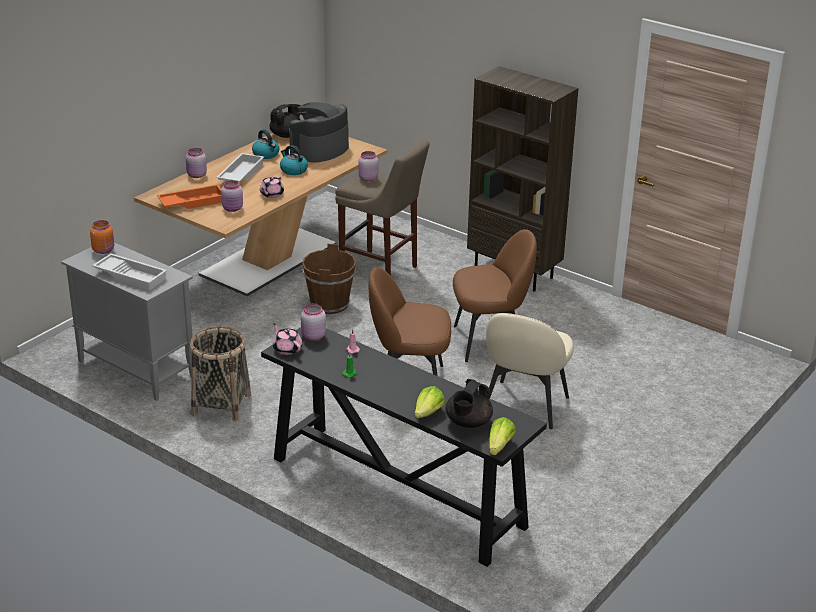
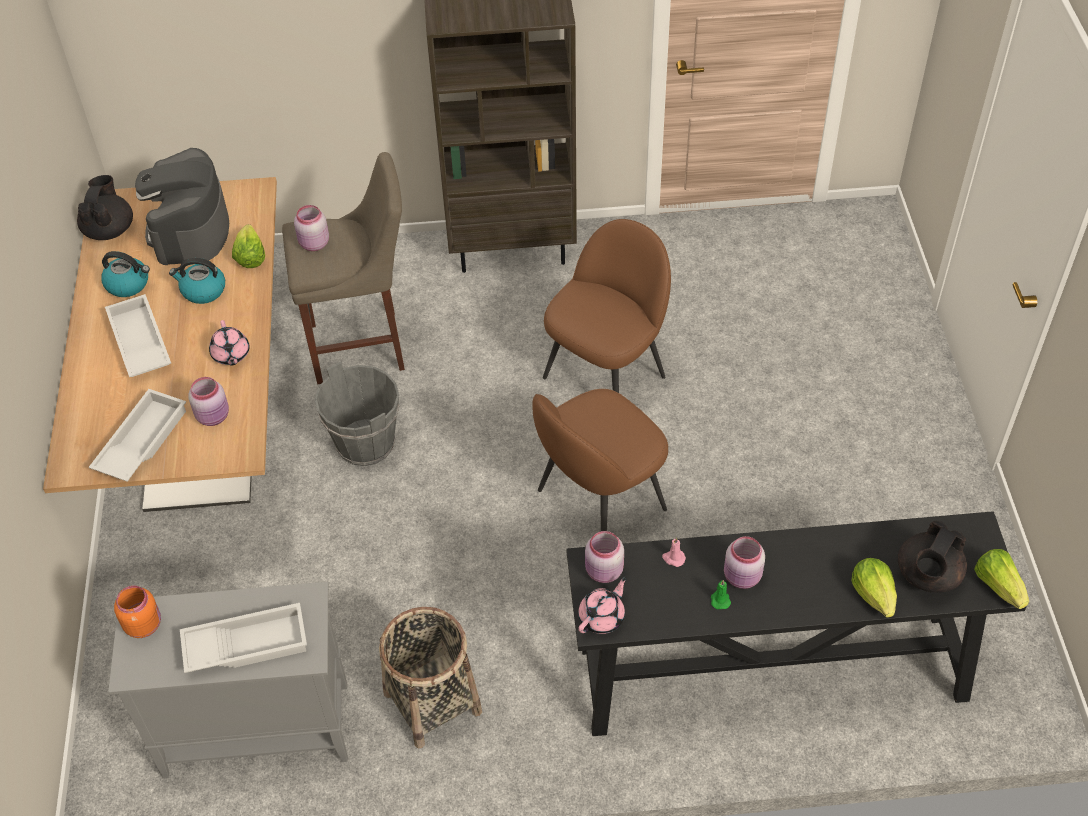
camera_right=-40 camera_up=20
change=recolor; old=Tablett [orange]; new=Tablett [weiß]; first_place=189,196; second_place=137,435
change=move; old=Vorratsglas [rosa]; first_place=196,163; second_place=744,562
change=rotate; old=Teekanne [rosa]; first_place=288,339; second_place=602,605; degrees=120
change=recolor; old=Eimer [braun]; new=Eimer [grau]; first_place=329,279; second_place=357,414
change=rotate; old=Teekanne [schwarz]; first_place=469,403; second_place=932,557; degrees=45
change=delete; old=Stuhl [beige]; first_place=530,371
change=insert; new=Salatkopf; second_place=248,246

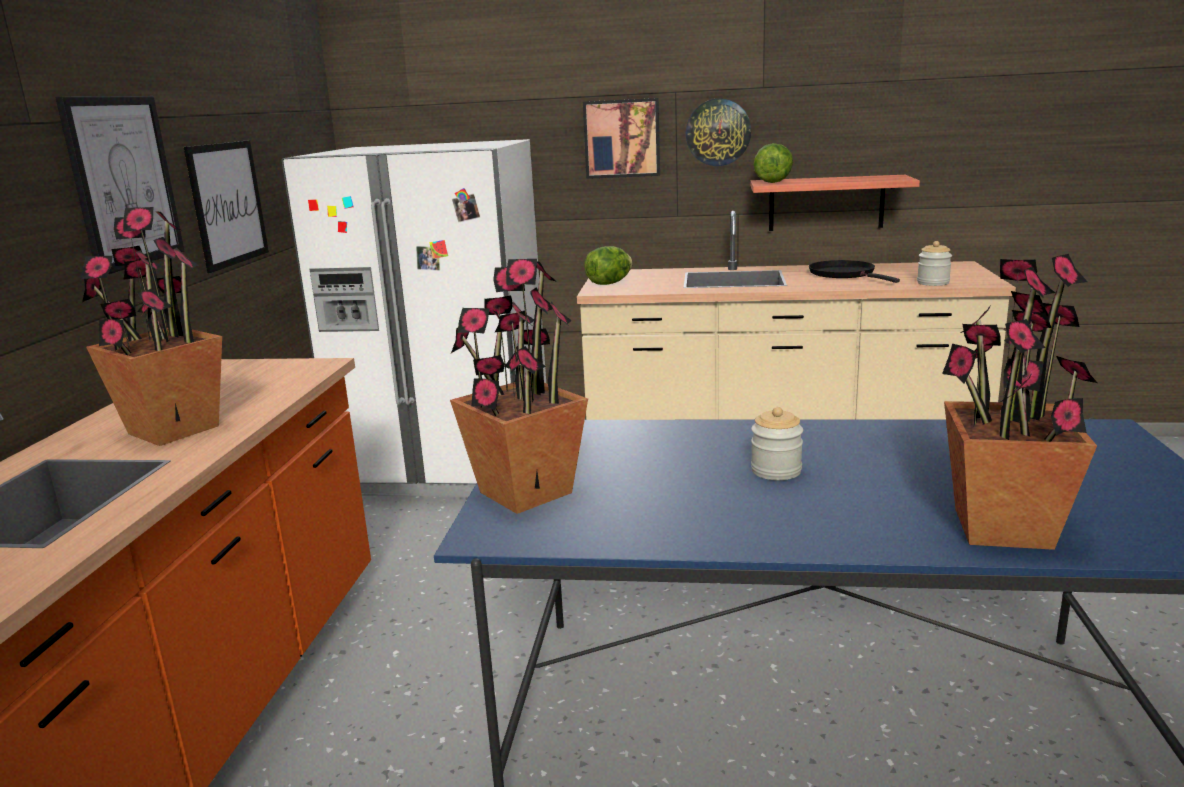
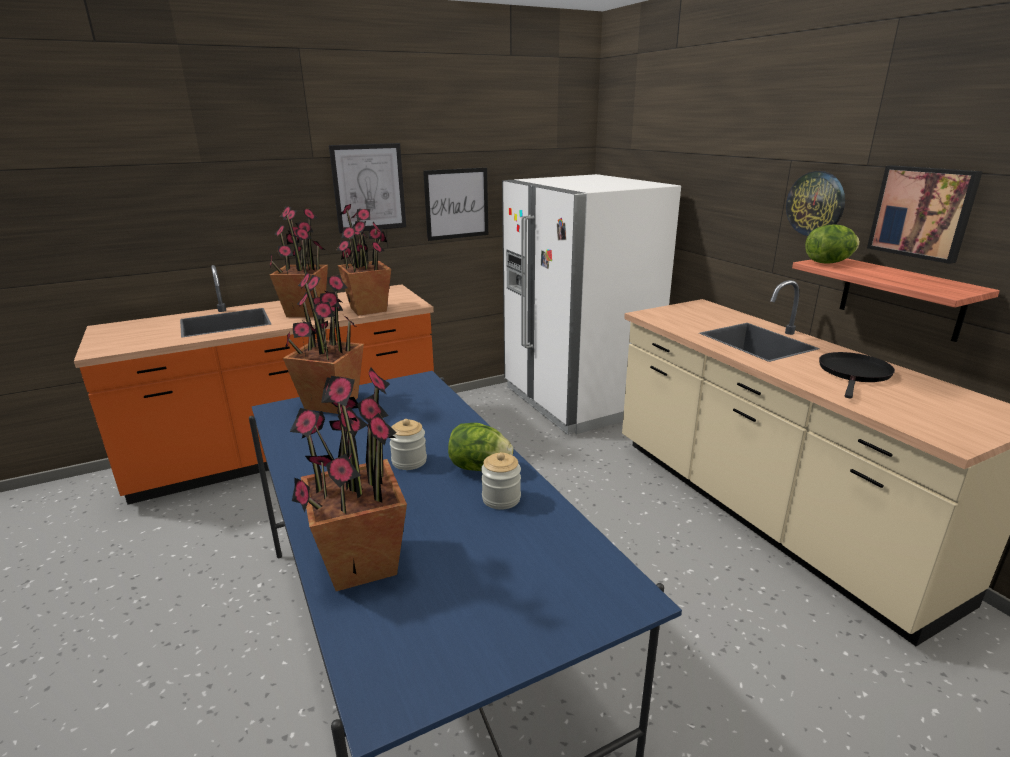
camera_right=55 camera_up=5
change=move; old=Bild; first_place=621,138; second_place=925,214
change=move; old=Salatkopf; first_place=608,265; second_place=480,447
change=move; old=Vorratsglas; first_place=934,263; second_place=501,481
change=insert; new=Topfpflanze; second_place=364,260

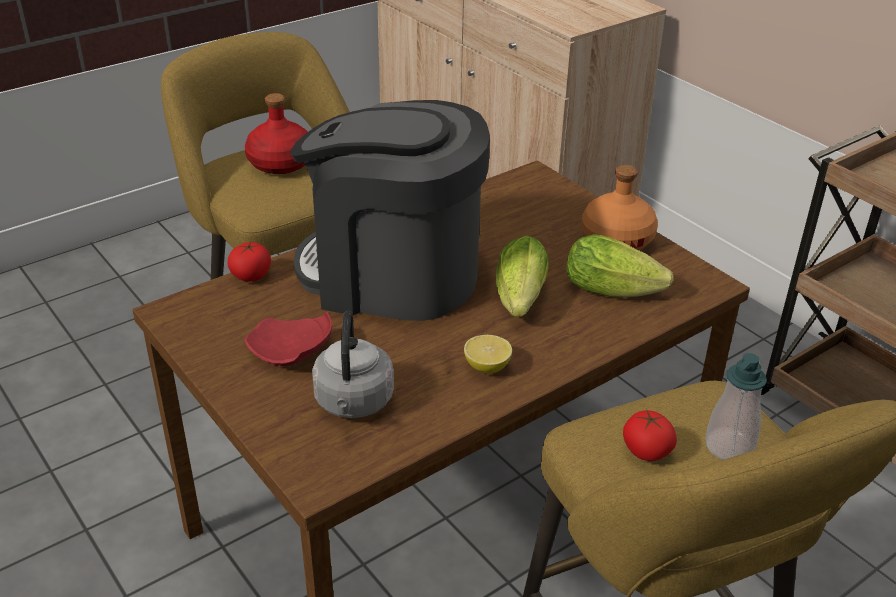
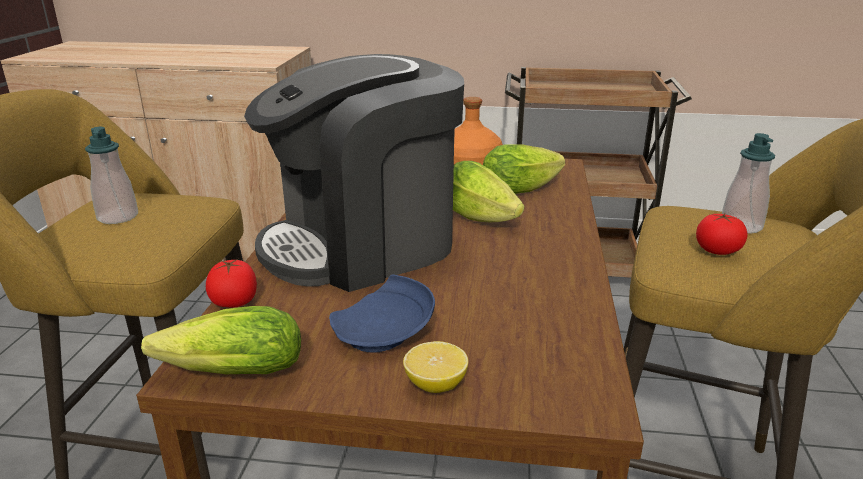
camera_right=-45 camera_up=-10
change=replace; old=Flasche [rot]; new=Seifenspender; first_place=276,133; second_place=111,175
change=recolor; old=Teller [rot]; new=Teller [blau]; first_place=288,339; second_place=382,313
change=delete; old=Wasserkessel [grau]; first_place=353,364
change=move; old=Zitrone; first_place=488,354; second_place=435,367
change=insert; new=Salatkopf; second_place=221,340

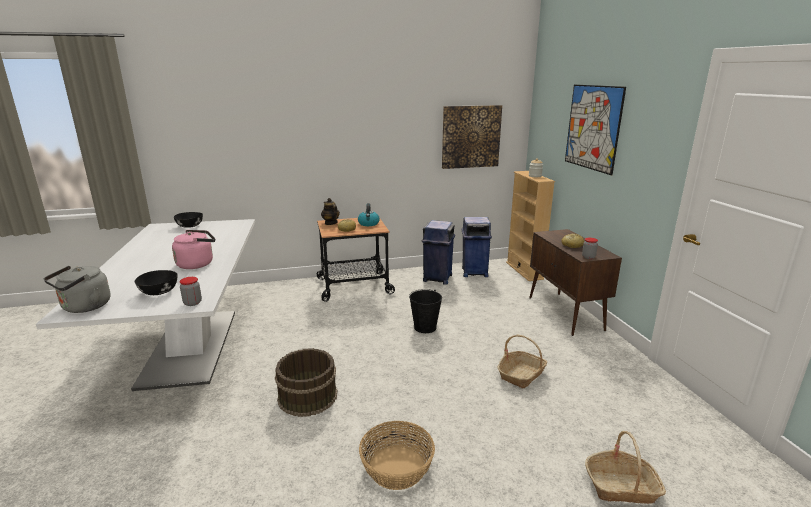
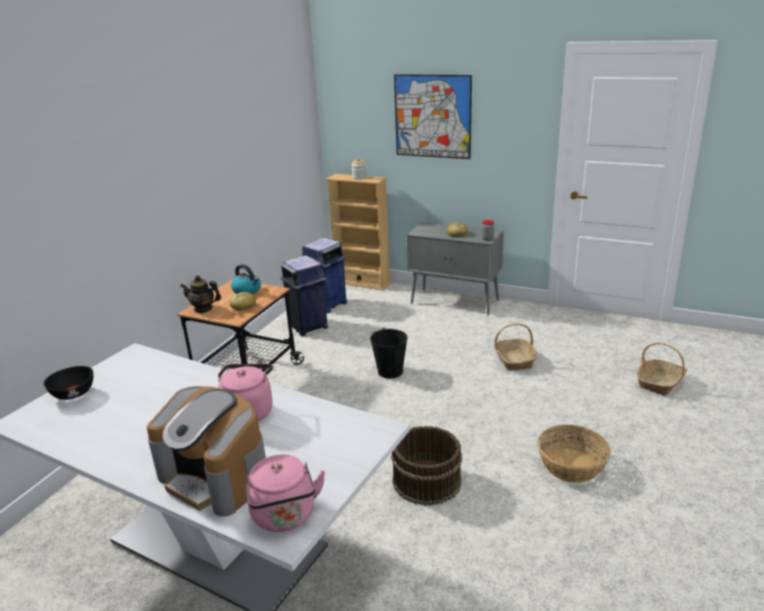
camera_right=-50 camera_up=5
change=recolor; old=Wasserkessel [grau]; new=Wasserkessel [rosa]; first_place=77,289; second_place=285,493
change=delete; old=Schüssel [schwarz]; first_place=156,282
change=delete; old=Vorratsglas; first_place=191,291
change=delete; old=Bild; first_place=472,137
change=recolor; old=Schrank [braun]; new=Schrank [grau]; first_place=575,282; second_place=455,269
change=insert; new=Kaffeemaschine; second_place=206,451

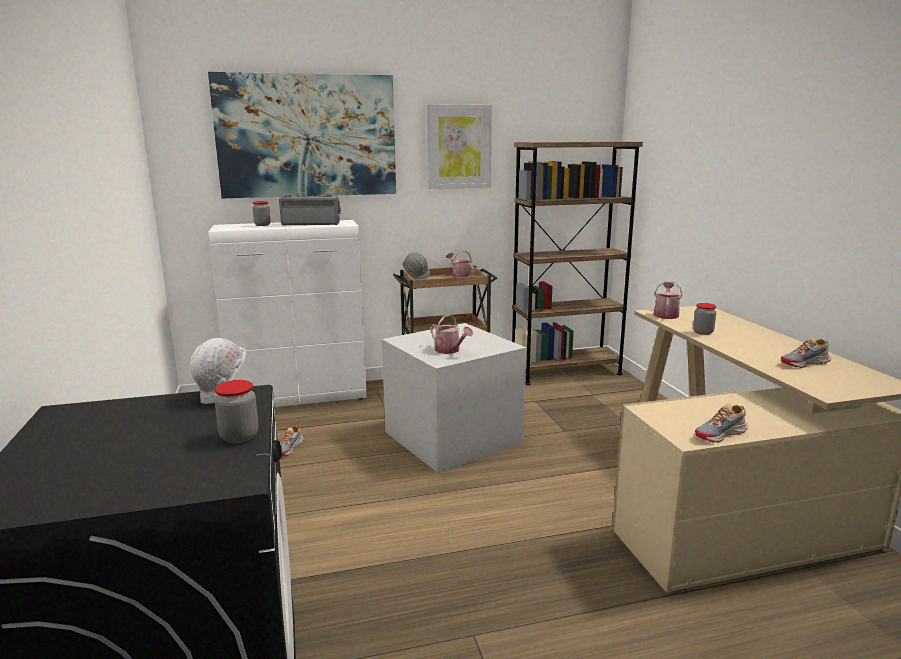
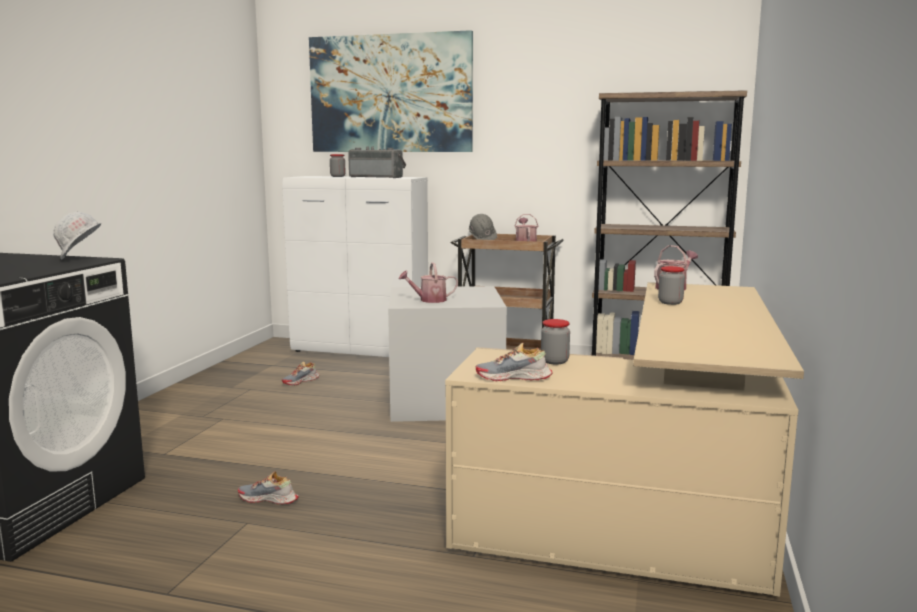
camera_right=30 camera_up=-5
change=move; old=Vorratsglas; first_place=236,411; second_place=555,342
change=delete; old=Bild; first_place=459,146
change=rotate; old=Gießkanne; first_place=451,334; second_place=428,282; degrees=90
change=move; old=Schuh; first_place=806,352; second_place=268,488

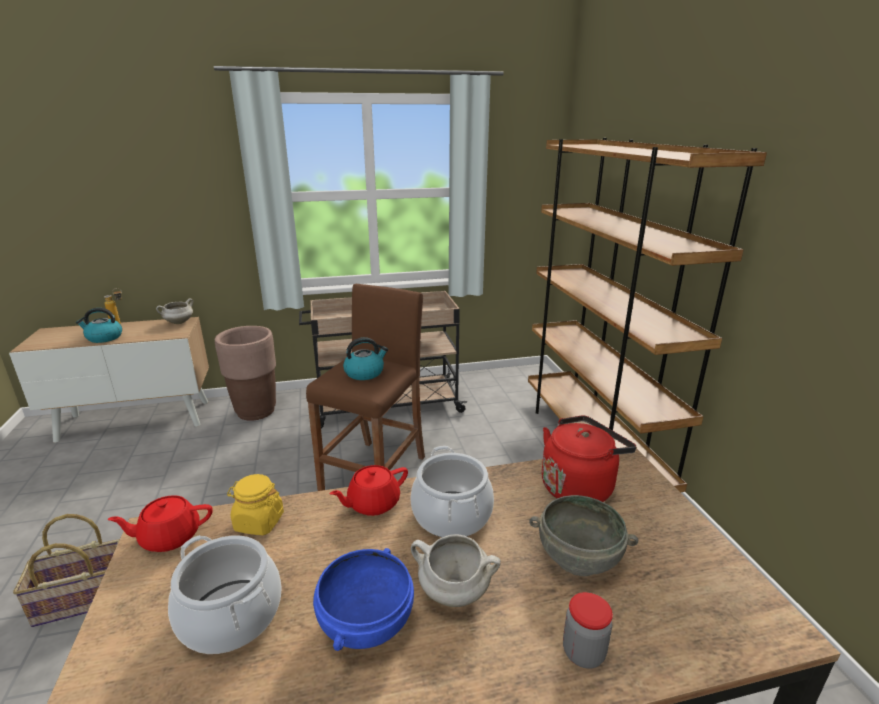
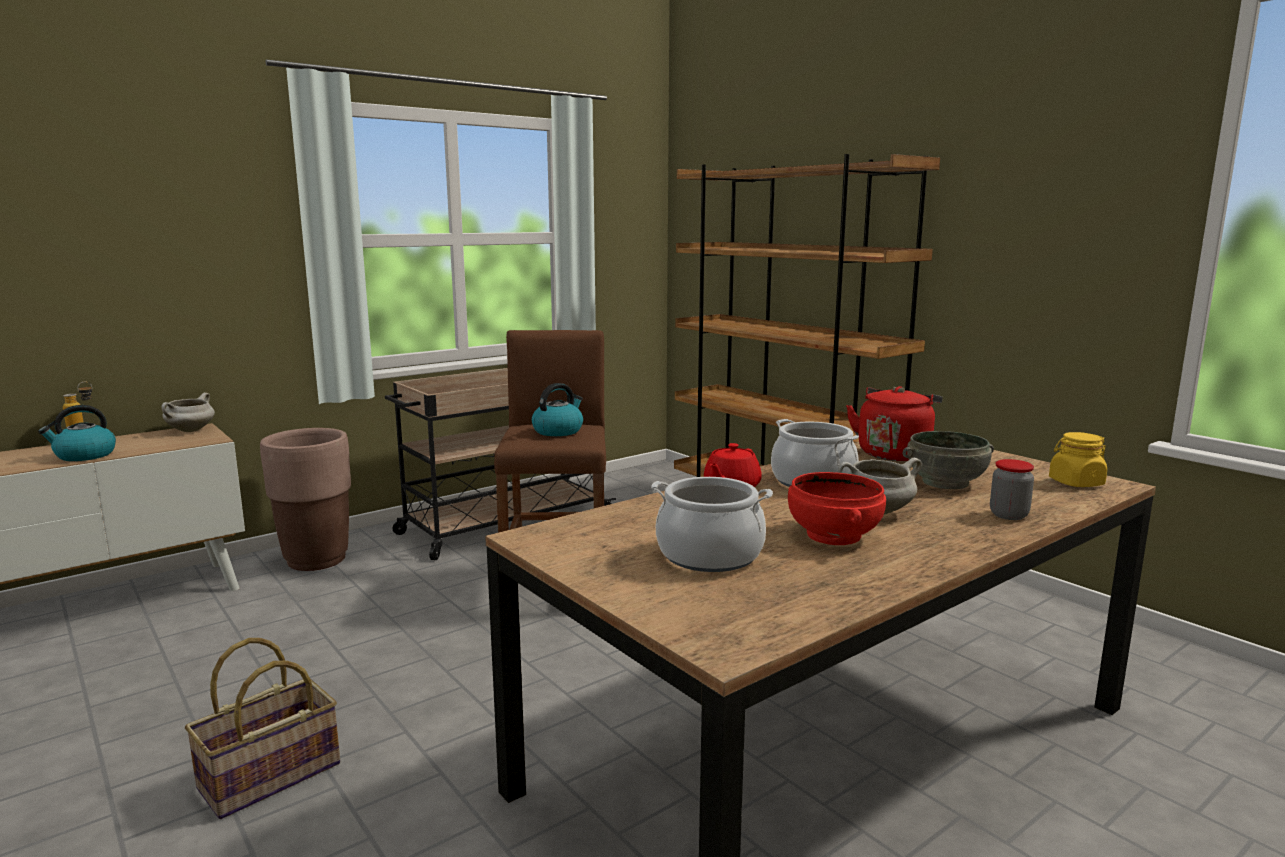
camera_right=-25 camera_up=-10
change=delete; old=Teekanne [rot]; first_place=160,523
change=move; old=Vorratsglas [gelb]; first_place=255,504; second_place=1078,459
change=recolor; old=Schüssel [blau]; new=Schüssel [rot]; first_place=363,599; second_place=837,508

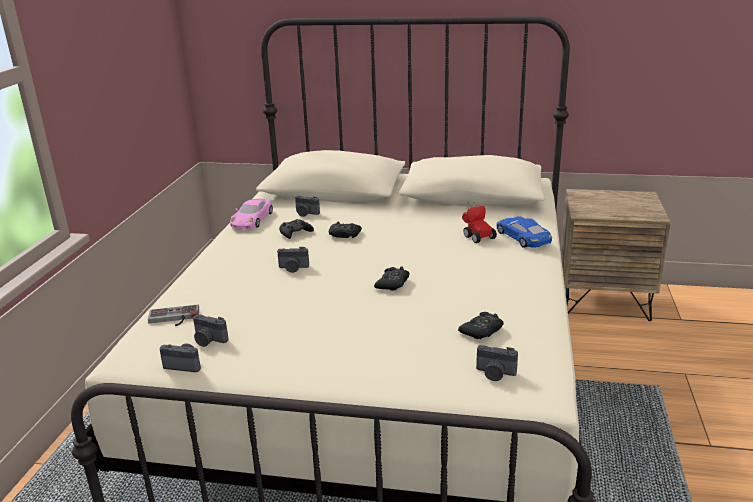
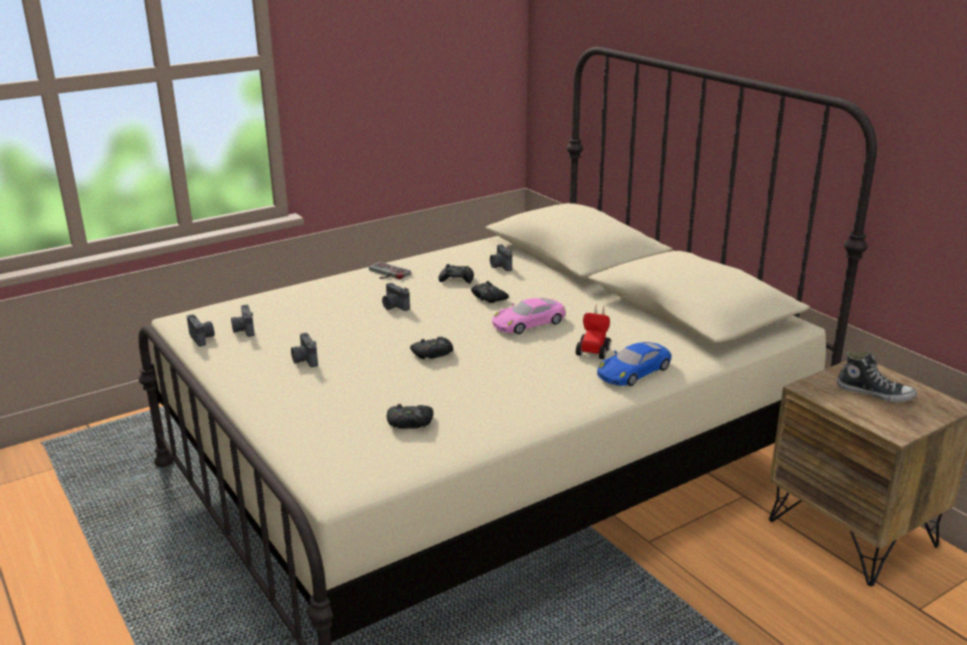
camera_right=45 camera_up=0
change=move; old=Gamepad; first_place=173,315; second_place=390,270
change=move; old=Spielzeugauto [rosa]; first_place=251,213; second_place=529,316
change=move; old=Kamera; first_place=497,363; second_place=304,350
change=rotate; old=Spielzeugauto [blau]; first_place=524,232; second_place=634,364; degrees=-150
change=insert; new=Schuh; second_place=877,377

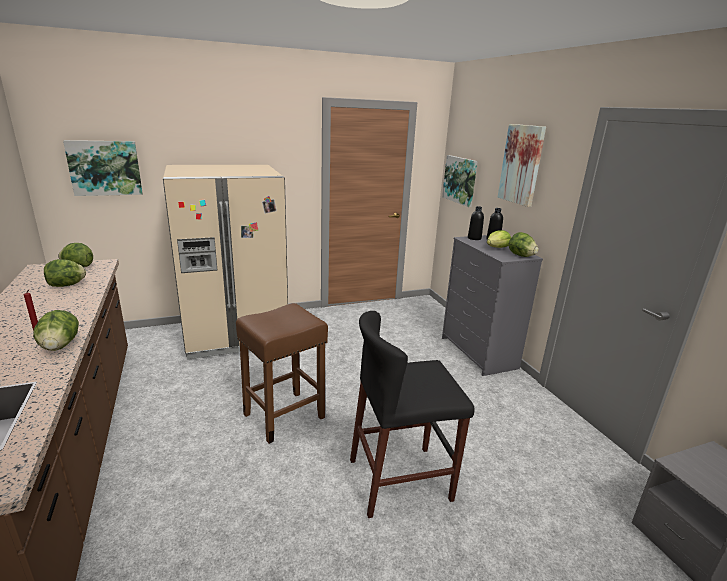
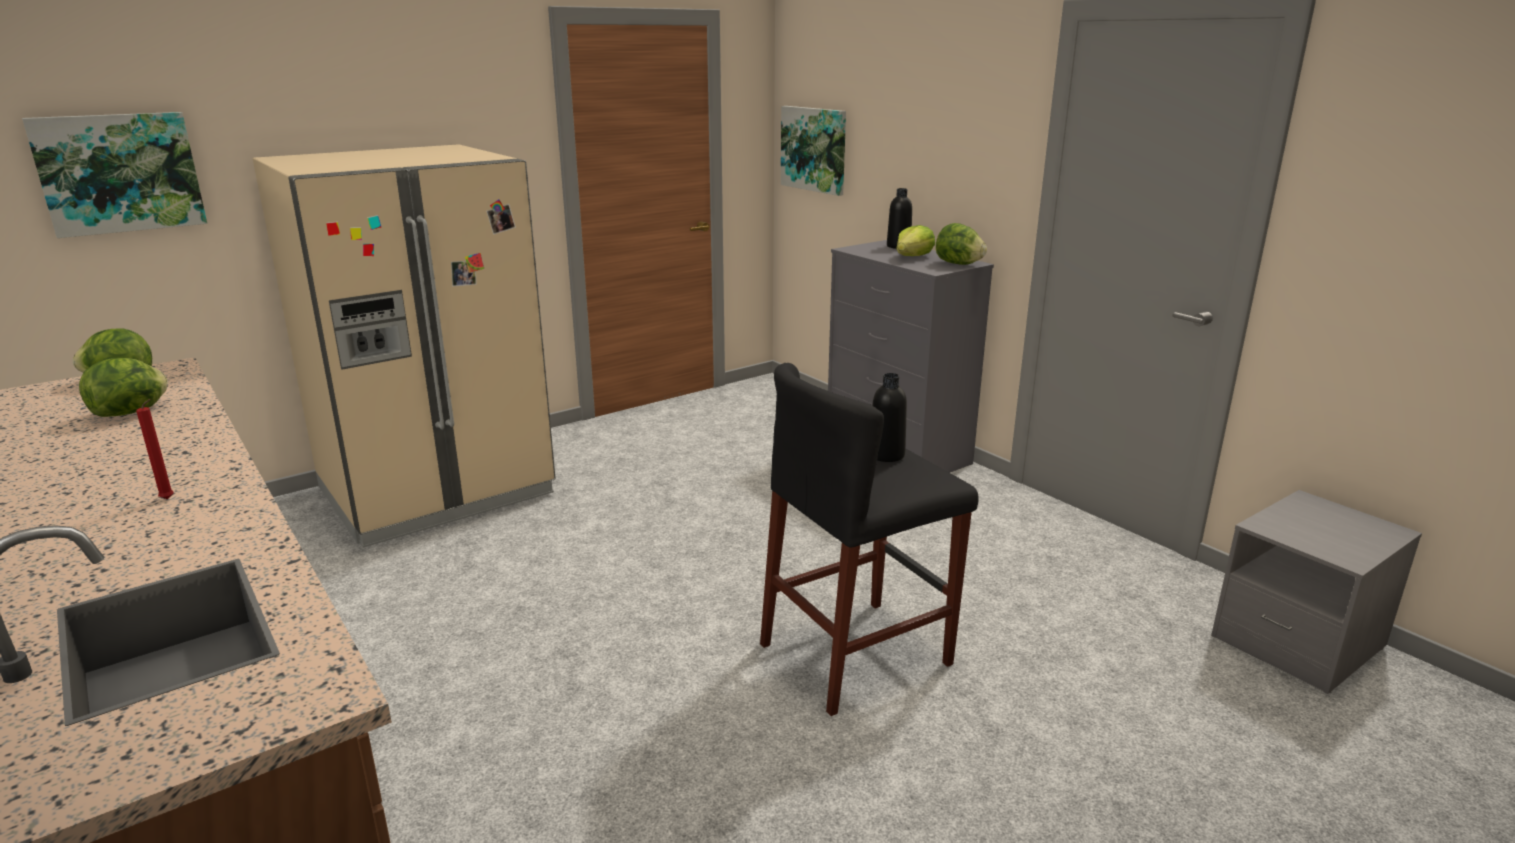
camera_right=-15 camera_up=0
change=delete; old=Salatkopf; first_place=56,330
change=delete; old=Hocker [braun]; first_place=282,373
change=move; old=Flasche [schwarz]; first_place=476,223; second_place=889,417
change=delete; old=Bild; first_place=522,165

